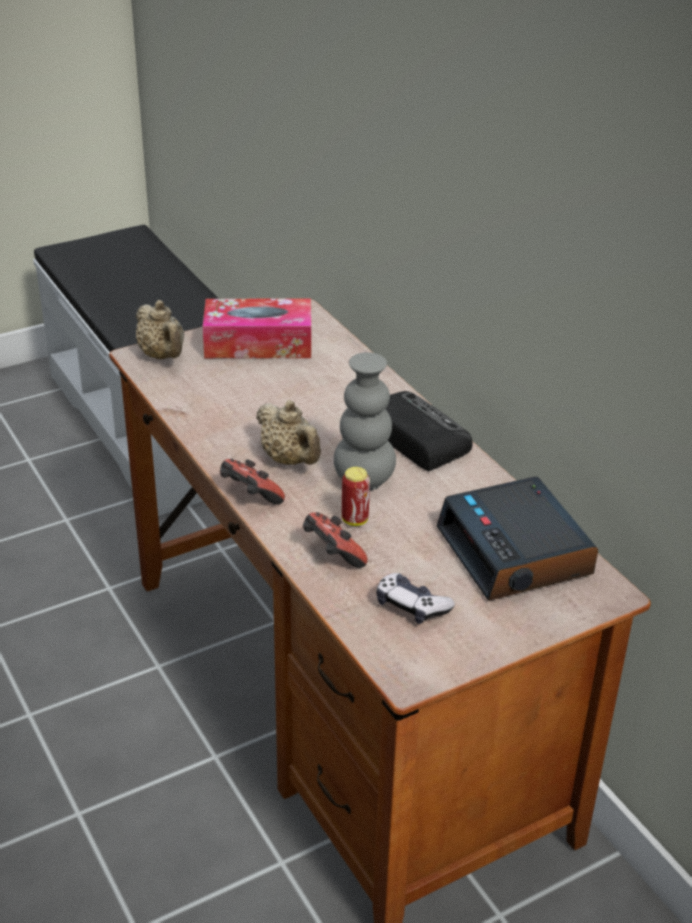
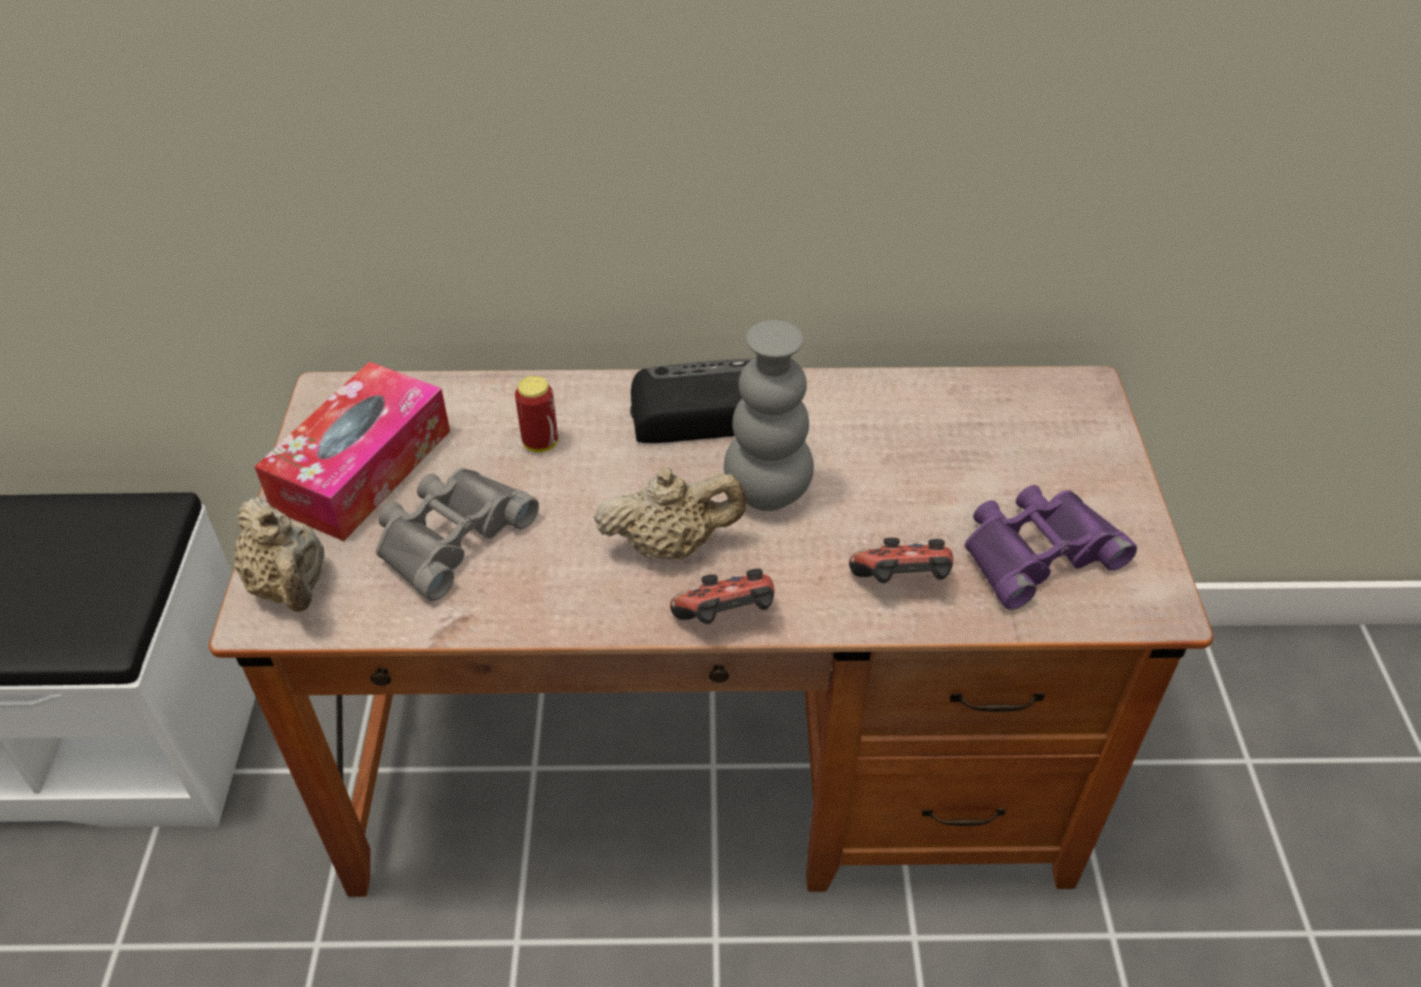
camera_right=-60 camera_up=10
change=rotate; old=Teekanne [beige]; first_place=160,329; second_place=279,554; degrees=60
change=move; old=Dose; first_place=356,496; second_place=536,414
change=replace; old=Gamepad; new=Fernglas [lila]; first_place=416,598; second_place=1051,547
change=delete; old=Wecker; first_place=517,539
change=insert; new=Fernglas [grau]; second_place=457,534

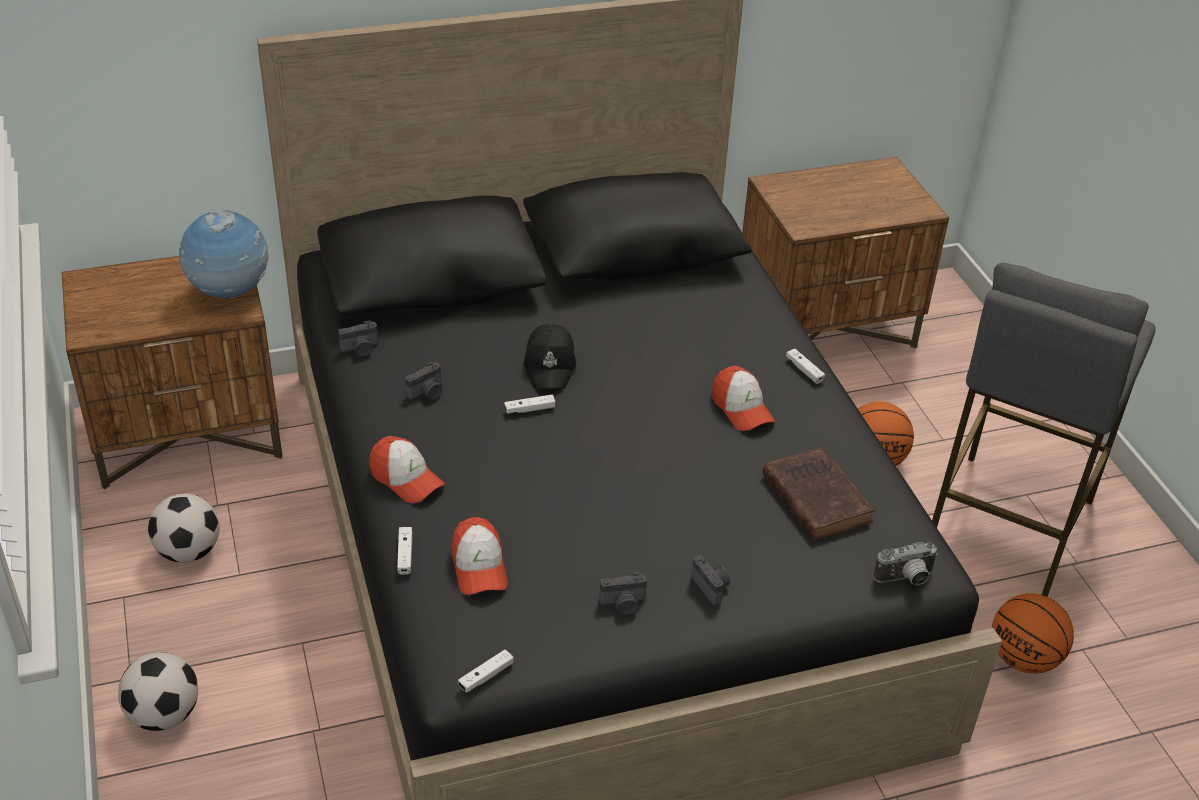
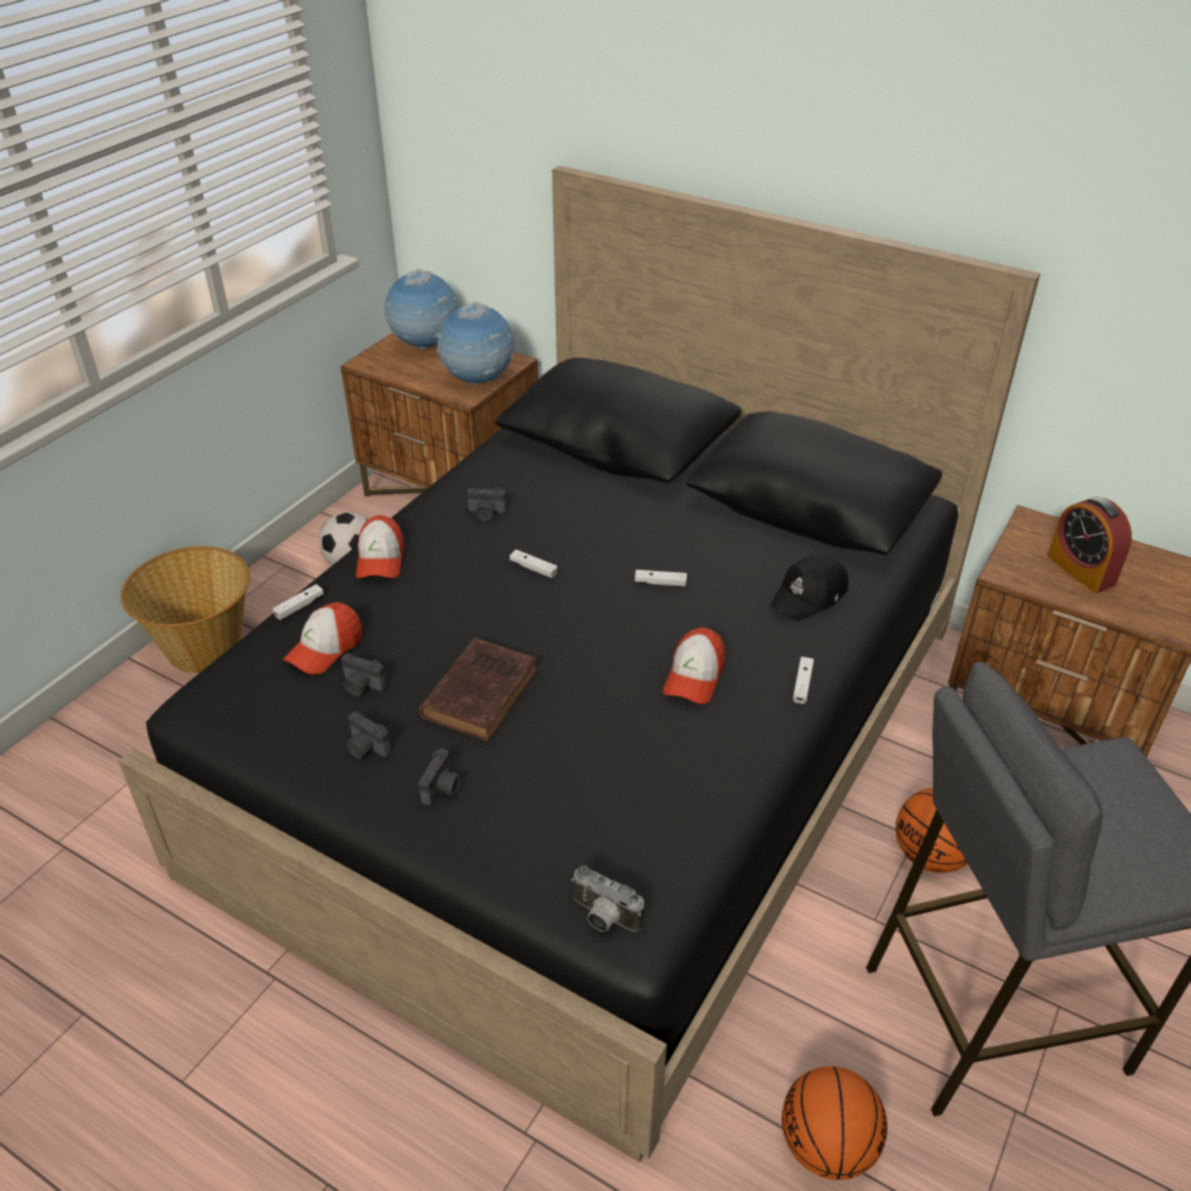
camera_right=50 camera_up=0
change=replace; old=Fußball; new=Korb; first_place=158,691; second_place=185,609
change=move; old=Kamera; first_place=358,338; second_place=363,674
change=move; old=Gamepad [weiß]; first_place=486,671; second_place=661,578
change=move; old=Kappe [schwarz]; first_place=550,356; second_place=809,587
change=move; old=Buch [braun]; first_place=819,493; second_place=478,689
change=insert; new=Globus; second_place=420,309
change=insert; new=Wecker; second_place=1089,544

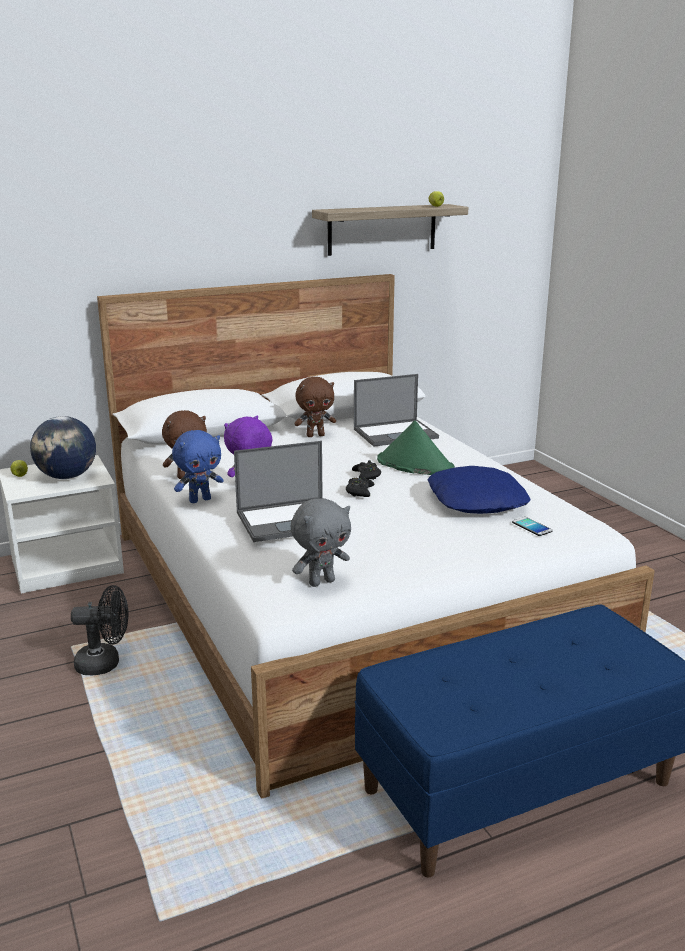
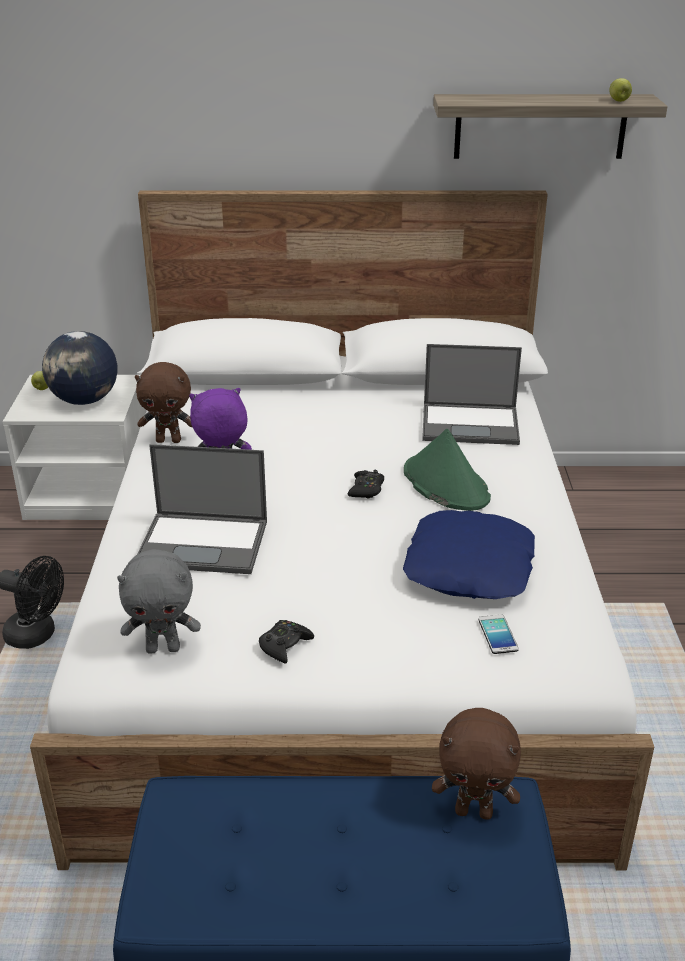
camera_right=25 camera_up=10
change=delete; old=Plüschtier [blau]; first_place=197,466
change=move; old=Plüschtier [braun]; first_place=315,407; second_place=476,764
change=move; old=Gamepad [schwarz]; first_place=360,487; second_place=286,642

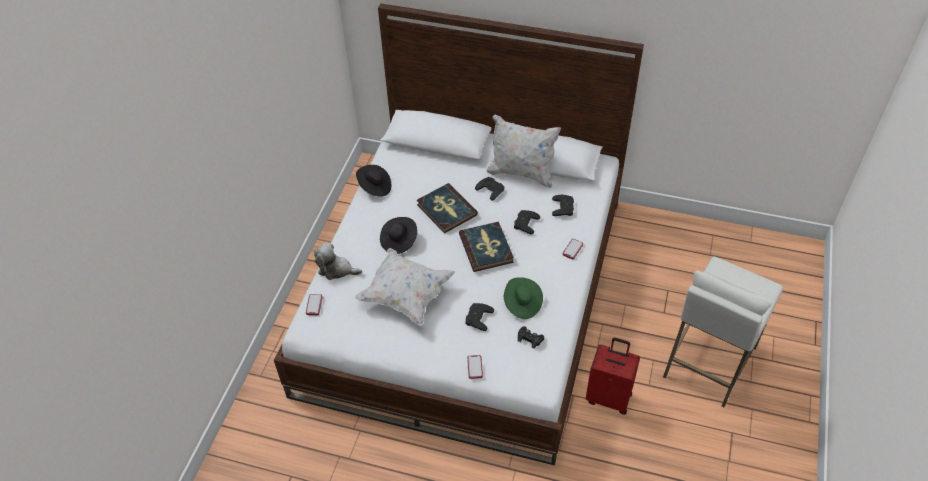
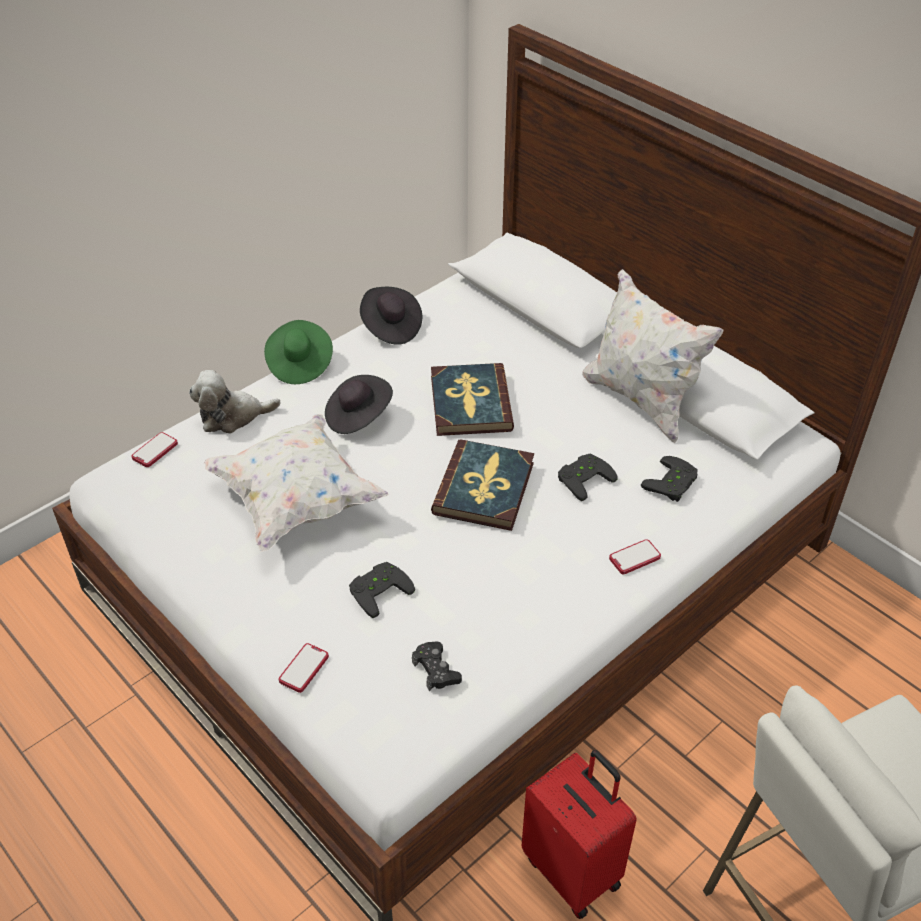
camera_right=30 camera_up=-5
change=rotate; old=Plüschtier; first_place=338,261; second_place=235,401; degrees=-60
change=delete; old=Gamepad [schwarz]; first_place=489,189
change=move; old=Hut [grün]; first_place=523,298; second_place=298,352

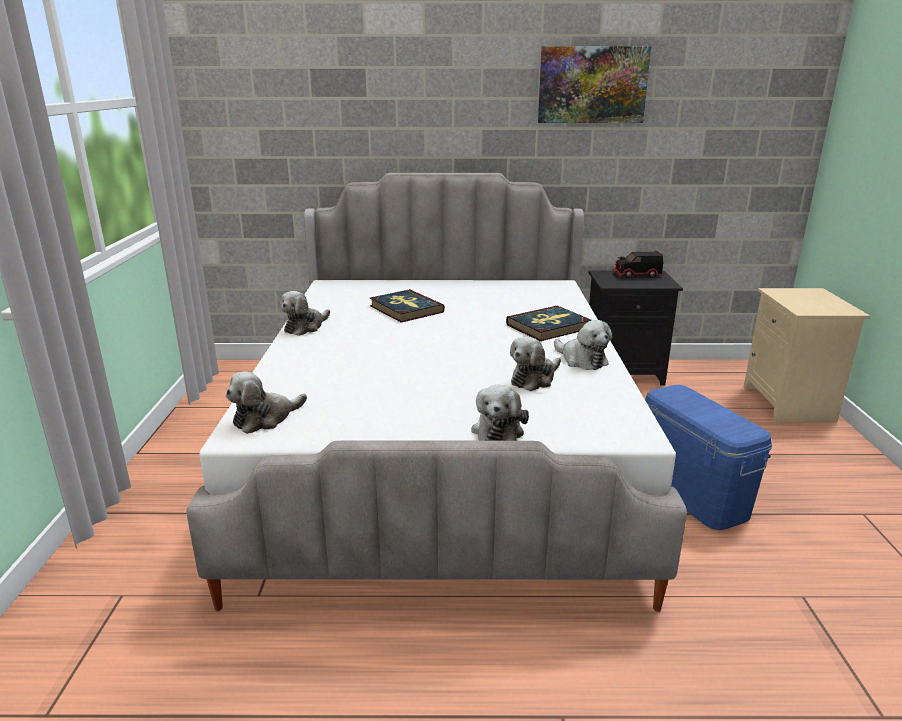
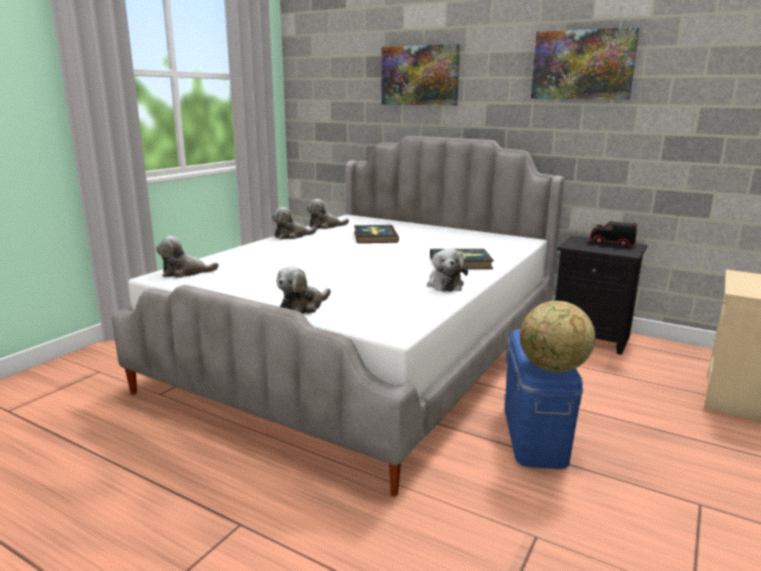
camera_right=30 camera_up=-5
change=move; old=Plüschtier; first_place=535,364; second_place=328,214
change=insert; new=Bild; second_place=420,75
change=insert; new=Globus; second_place=557,336

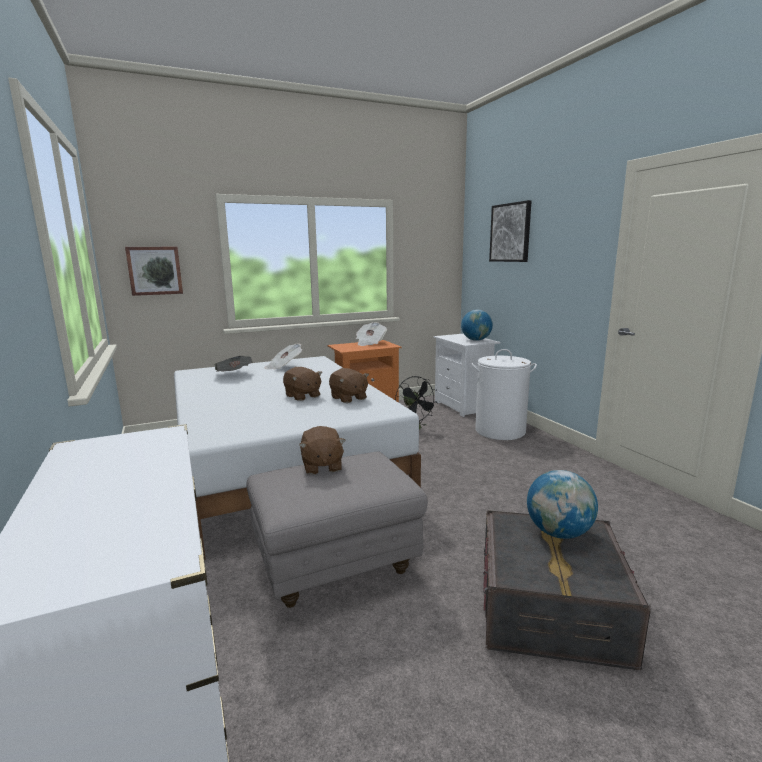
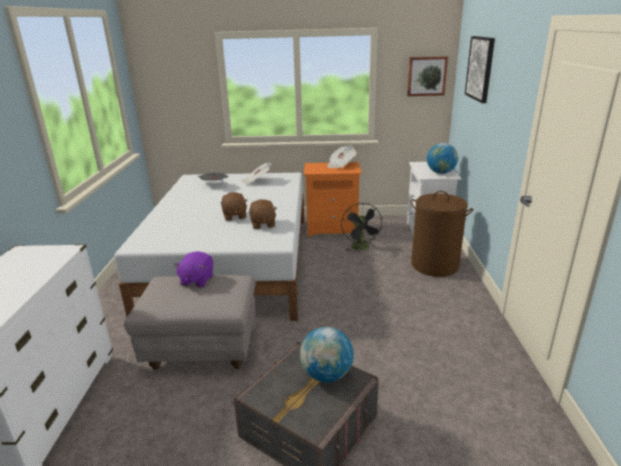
camera_right=25 camera_up=10
change=move; old=Bild; first_place=154,271; second_place=427,76
change=recolor; old=Plüschtier [braun]; new=Plüschtier [lila]; first_place=322,450; second_place=193,269
change=recolor; old=Wäschekorb [weiß]; new=Wäschekorb [braun]; first_place=504,394; second_place=442,234

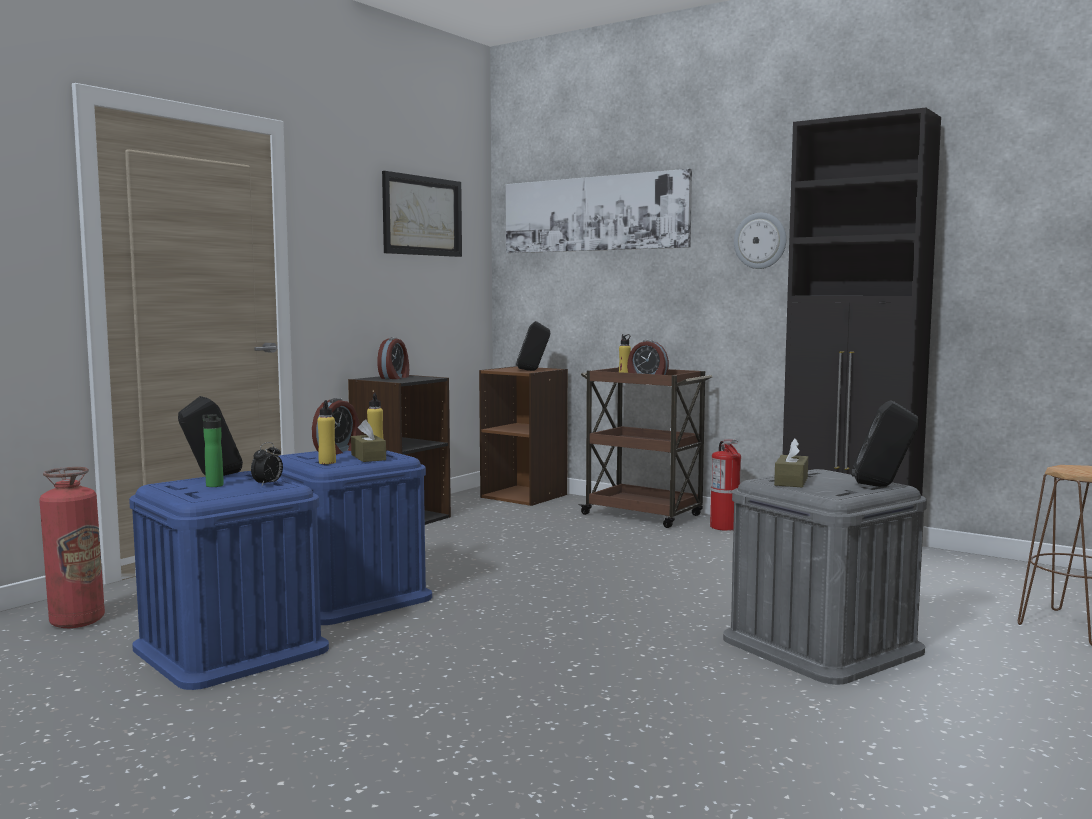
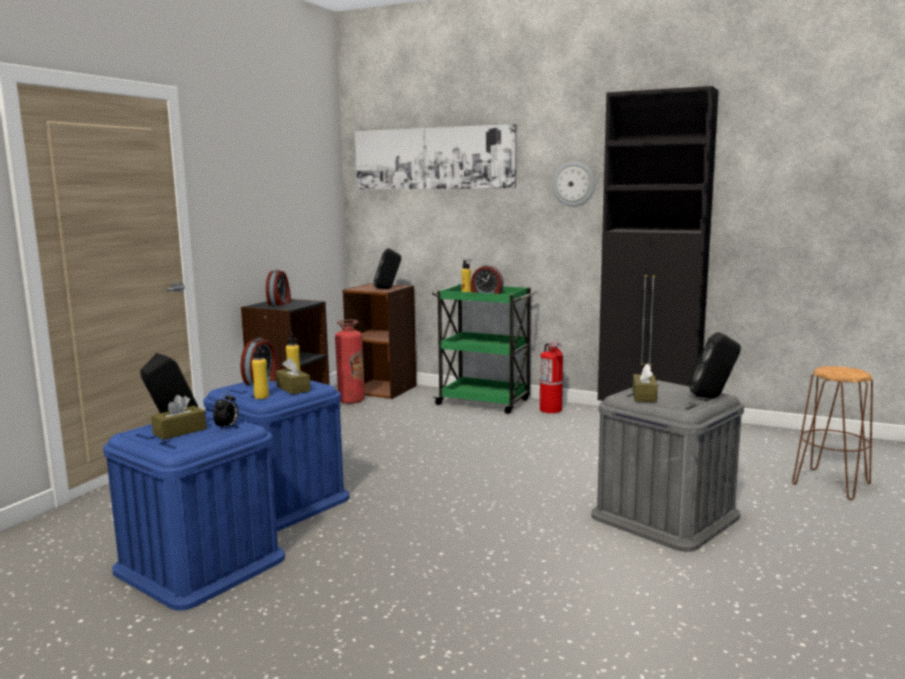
camera_right=-10 camera_up=5
change=move; old=Feuerlöscher; first_place=72,547; second_place=350,361
change=replace; old=Flasche; new=Taschentuchbox [braun]; first_place=213,450; second_place=178,417
change=delete; old=Bild; first_place=422,214
change=recolor; old=Rollwagen [braun]; new=Rollwagen [grün]; first_place=645,447; second_place=484,349

